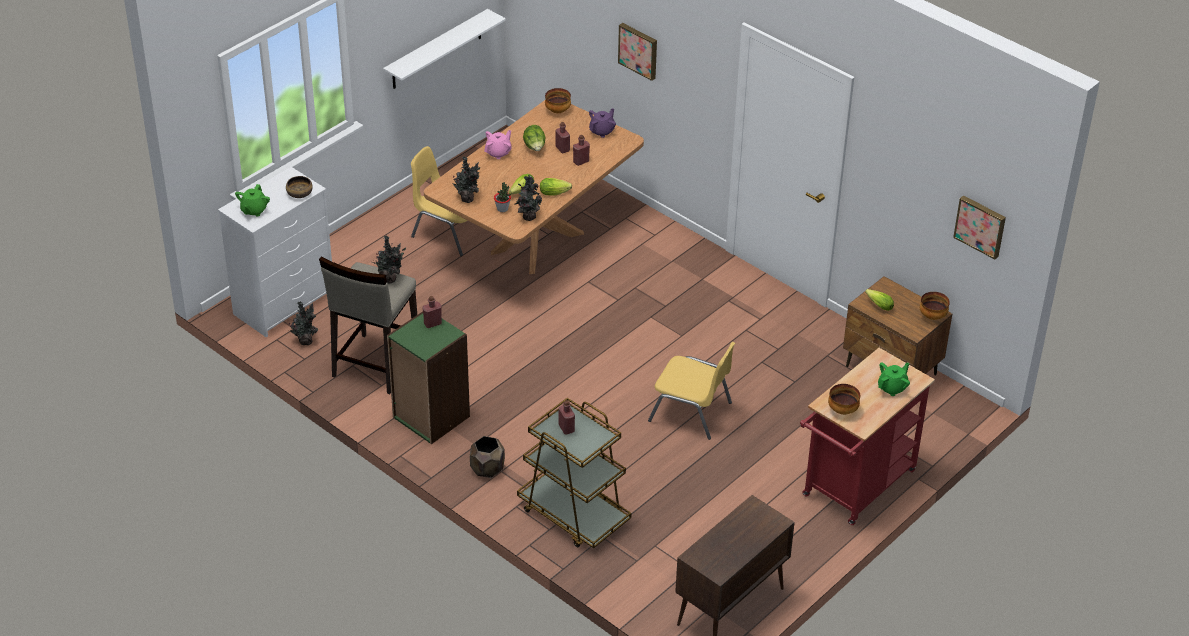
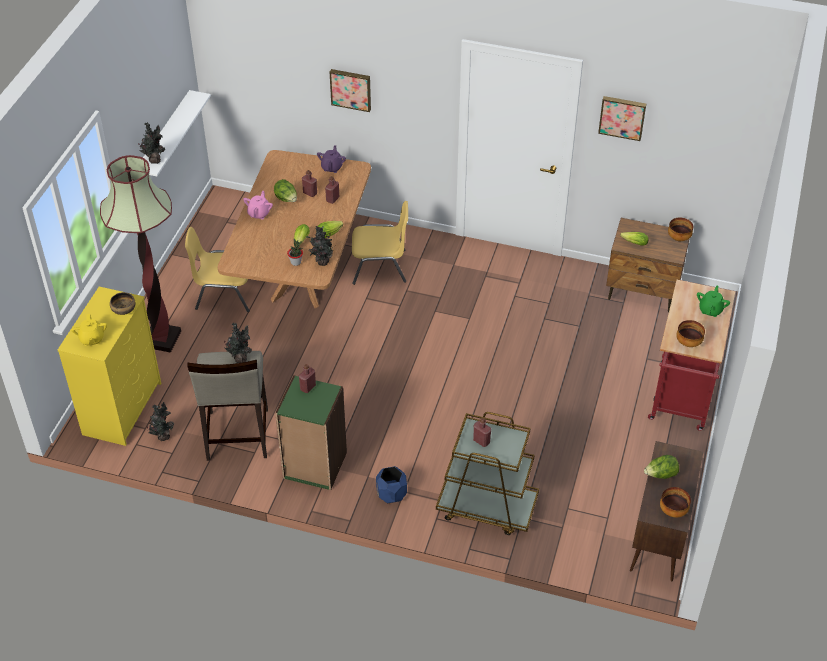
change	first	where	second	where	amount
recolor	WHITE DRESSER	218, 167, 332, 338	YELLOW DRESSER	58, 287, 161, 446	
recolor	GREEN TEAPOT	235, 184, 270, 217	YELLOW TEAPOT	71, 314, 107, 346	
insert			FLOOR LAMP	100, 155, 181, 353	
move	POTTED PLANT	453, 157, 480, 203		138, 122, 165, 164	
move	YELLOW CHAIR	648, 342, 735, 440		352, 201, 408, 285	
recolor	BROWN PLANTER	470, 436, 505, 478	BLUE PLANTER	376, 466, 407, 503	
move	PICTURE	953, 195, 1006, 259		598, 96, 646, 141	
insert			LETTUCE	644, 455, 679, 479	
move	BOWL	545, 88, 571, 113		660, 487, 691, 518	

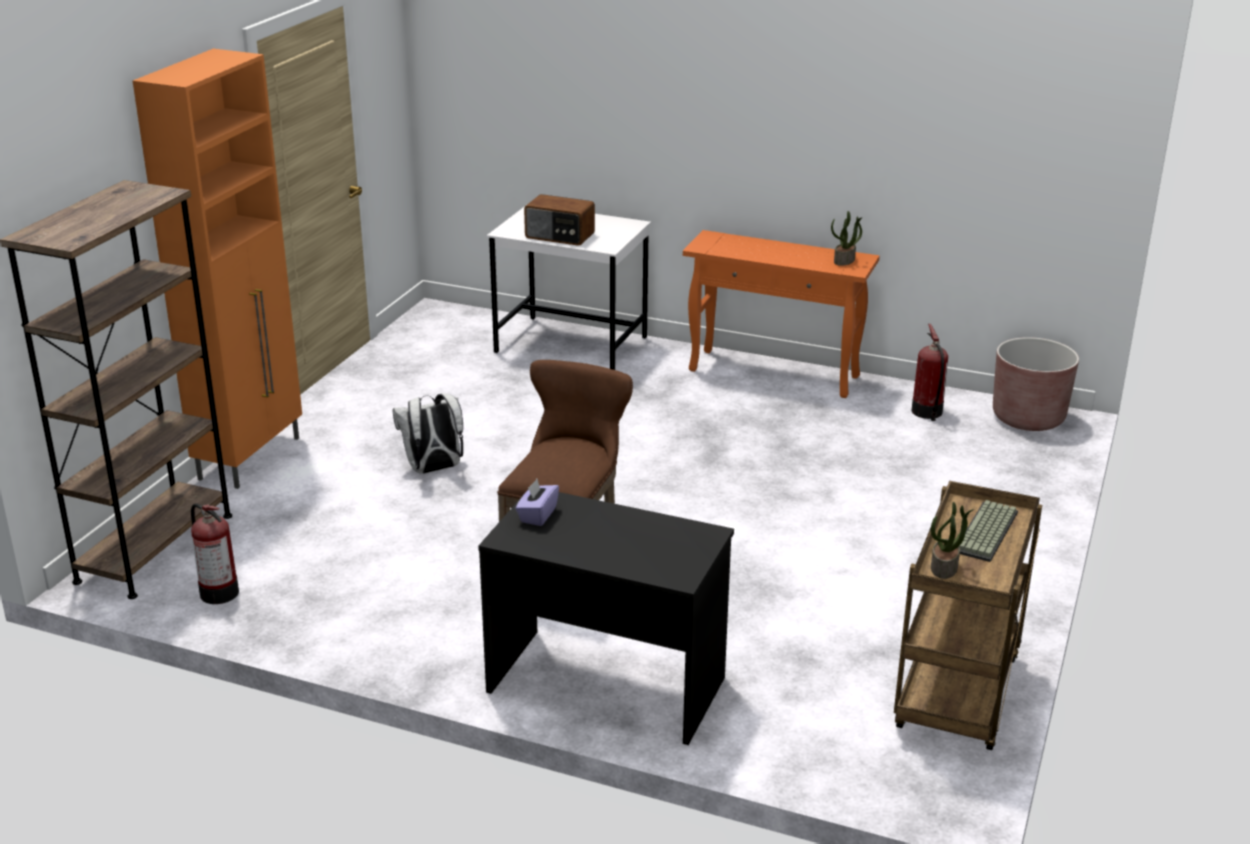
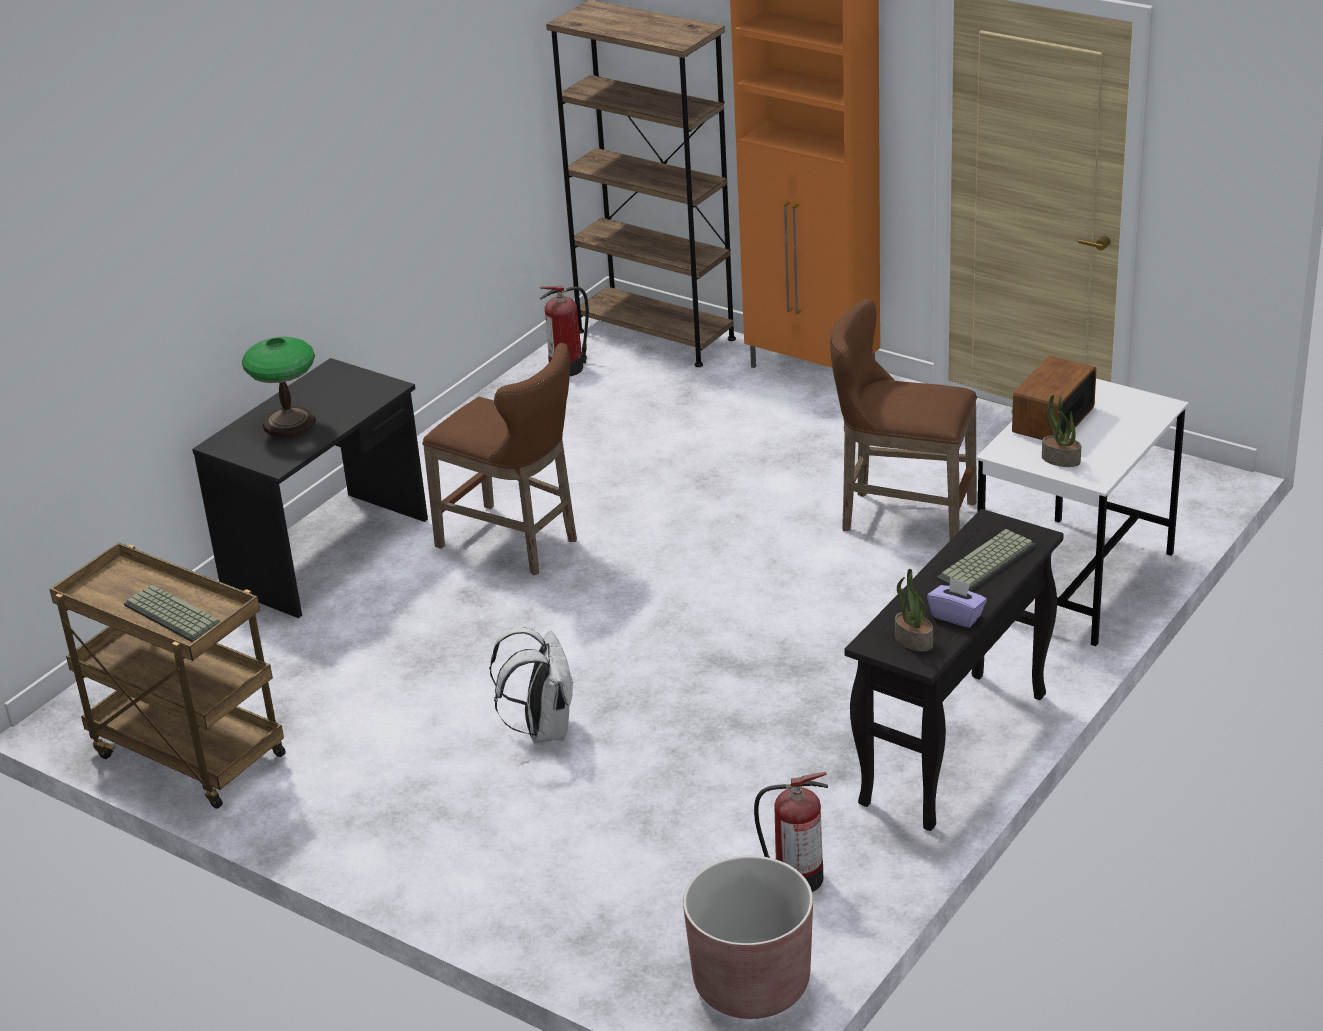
change	first	where	second	where	amount
insert			TABLE LAMP	242, 337, 316, 437	
move	WHITE BACKPACK	392, 393, 463, 474		489, 627, 573, 743	
insert			BROWN STOOL	830, 299, 977, 540	
recolor	ORANGE CONSOLE TABLE	683, 230, 880, 398	BLACK CONSOLE TABLE	845, 509, 1064, 831	
move	PURPLE TISSUE BOX	516, 479, 559, 526		927, 577, 987, 628	
insert			KEYBOARD	937, 529, 1035, 591	
move	POTTED PLANT	931, 502, 974, 579		1042, 395, 1081, 467	

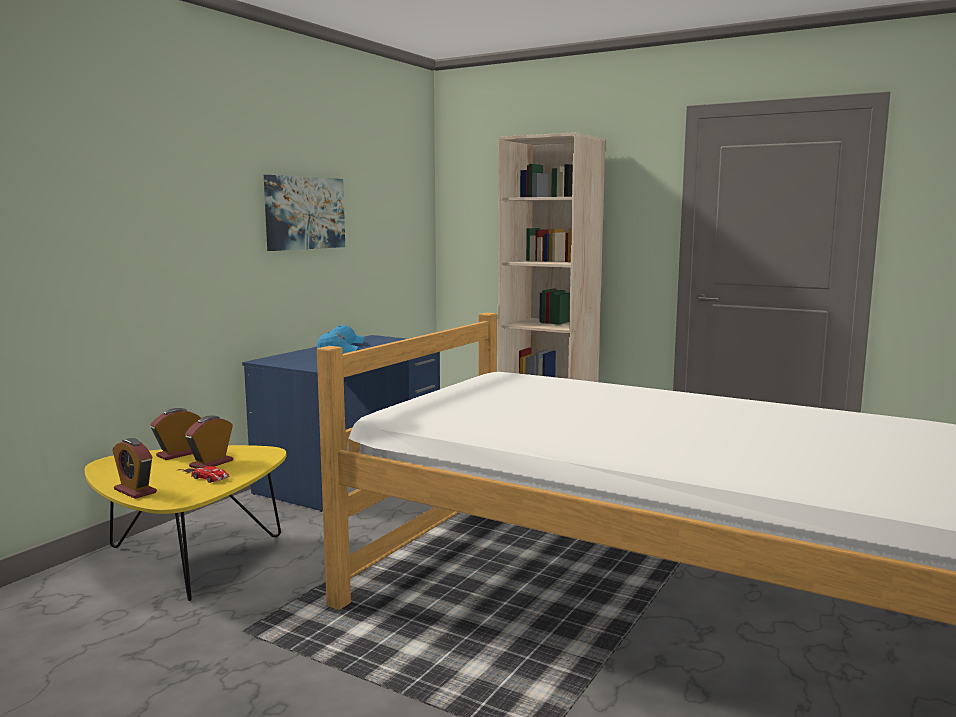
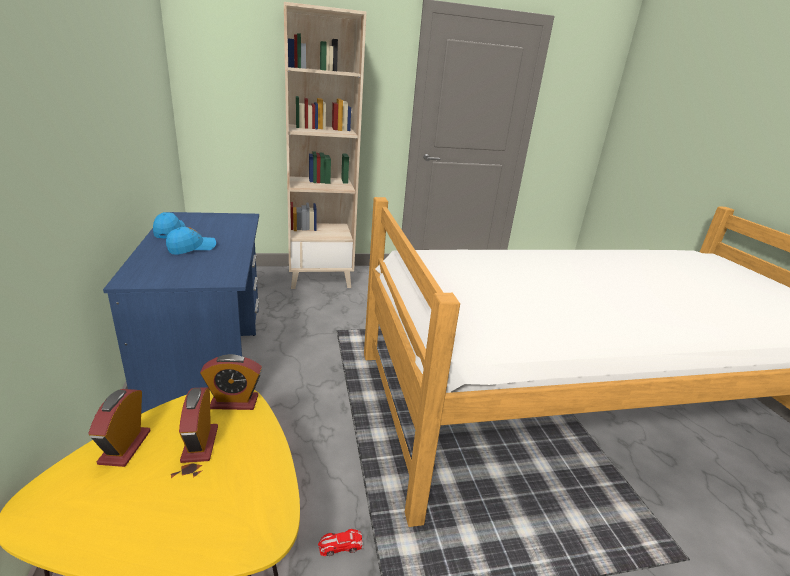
change	first	where	second	where	amount
move	ALARM CLOCK	112, 438, 157, 499		200, 354, 262, 410	
move	TOY CAR	191, 466, 230, 483		318, 529, 363, 556	
delete	PICTURE	264, 175, 345, 251			

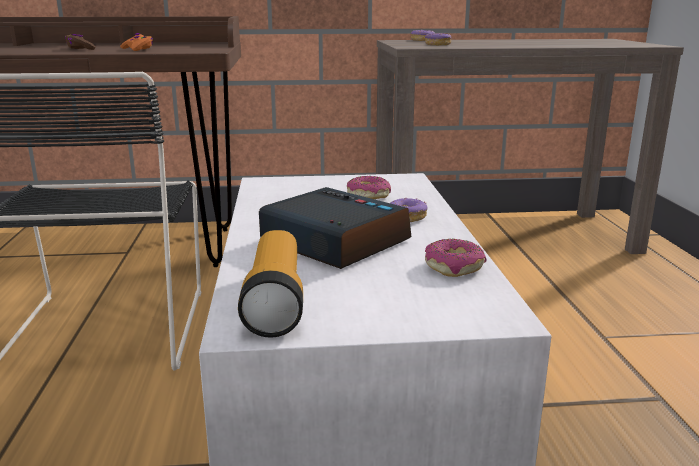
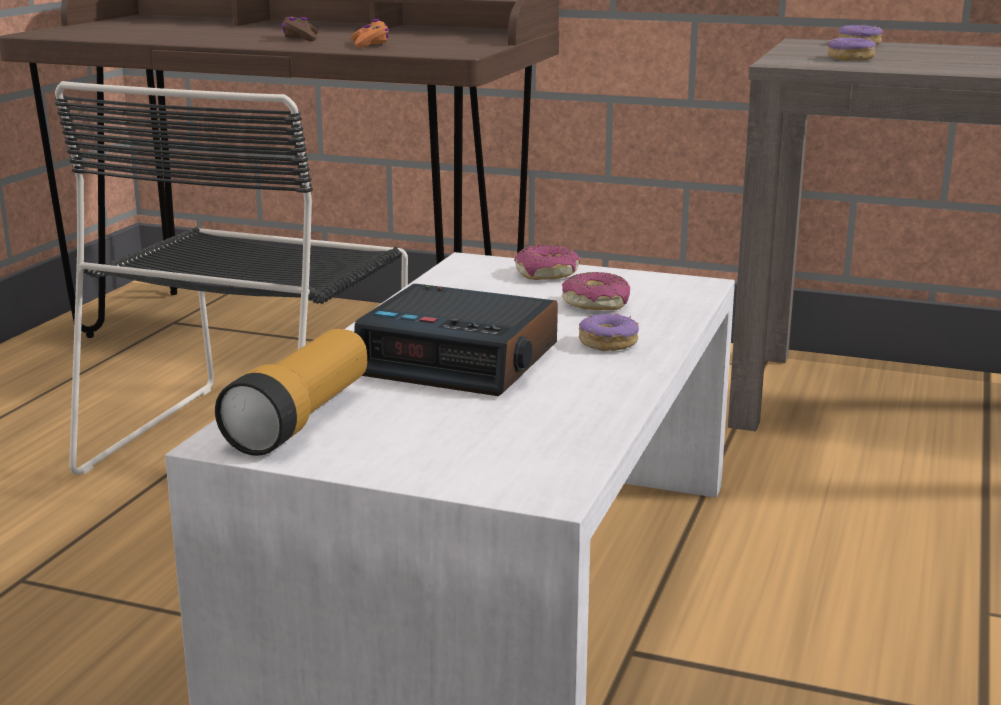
change	first	where	second	where	amount
rotate	ALARM CLOCK	259, 187, 411, 269		354, 284, 558, 396	135 degrees clockwise
move	DONUT	425, 239, 486, 277		514, 245, 580, 280	

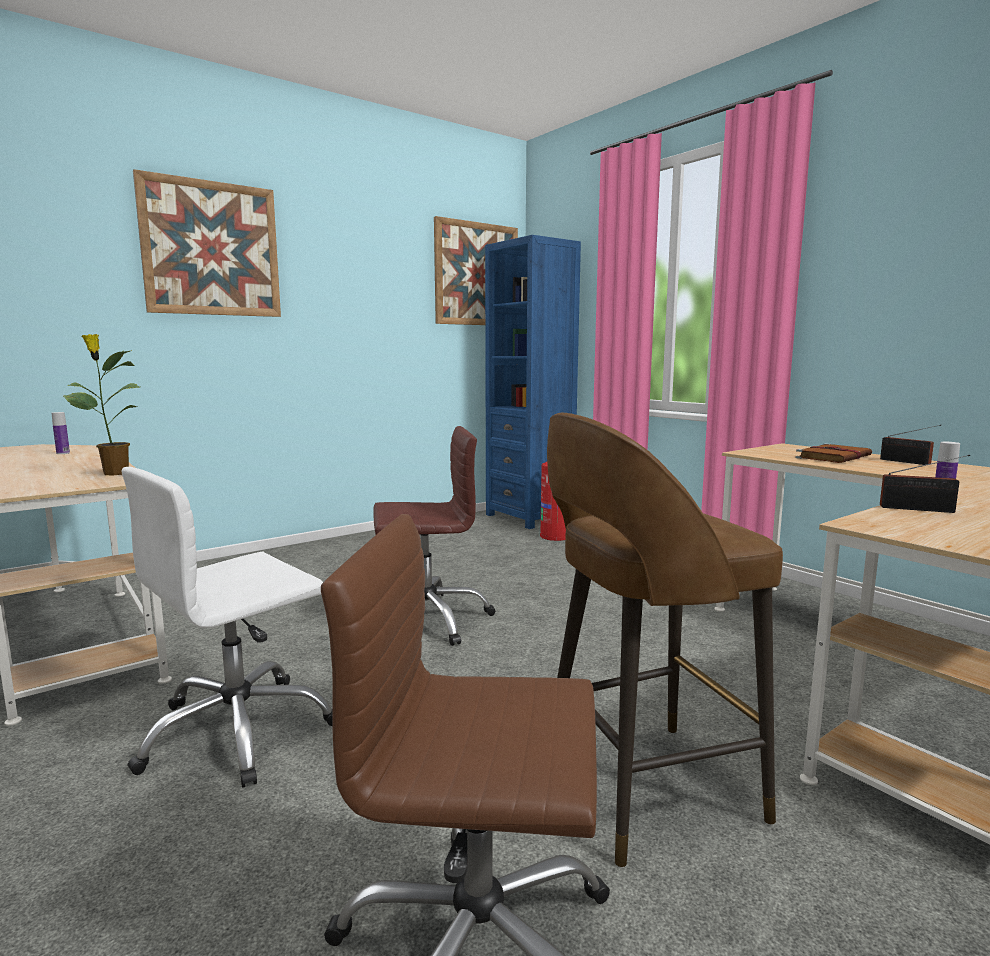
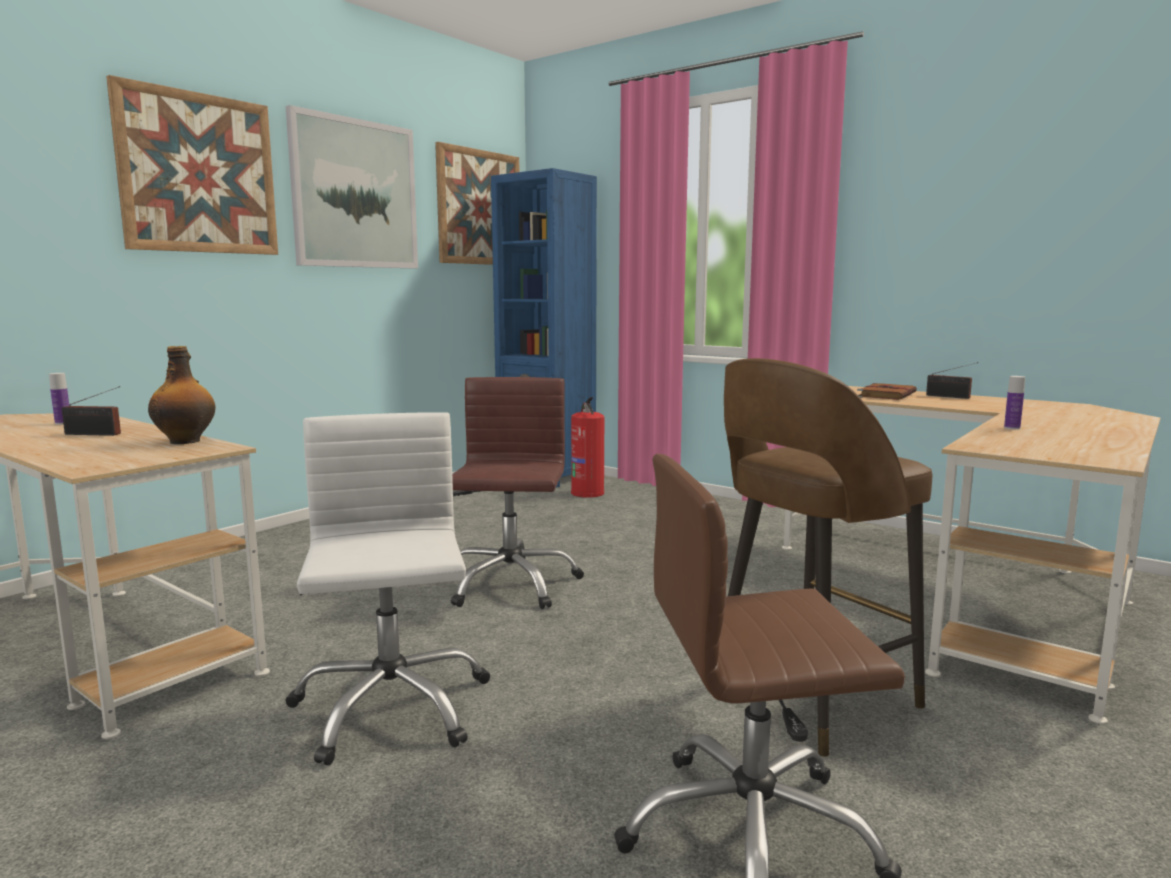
change	first	where	second	where	amount
move	RADIO	880, 455, 970, 513		61, 386, 121, 436	
replace	POTTED PLANT	64, 334, 140, 475	BOTTLE	148, 346, 216, 444	
rotate	WHITE OFFICE CHAIR	121, 467, 333, 788		285, 412, 490, 766	135 degrees clockwise
insert			PICTURE	286, 105, 418, 268	
rotate	BROWN OFFICE CHAIR	373, 426, 495, 646		451, 377, 584, 609	60 degrees counterclockwise

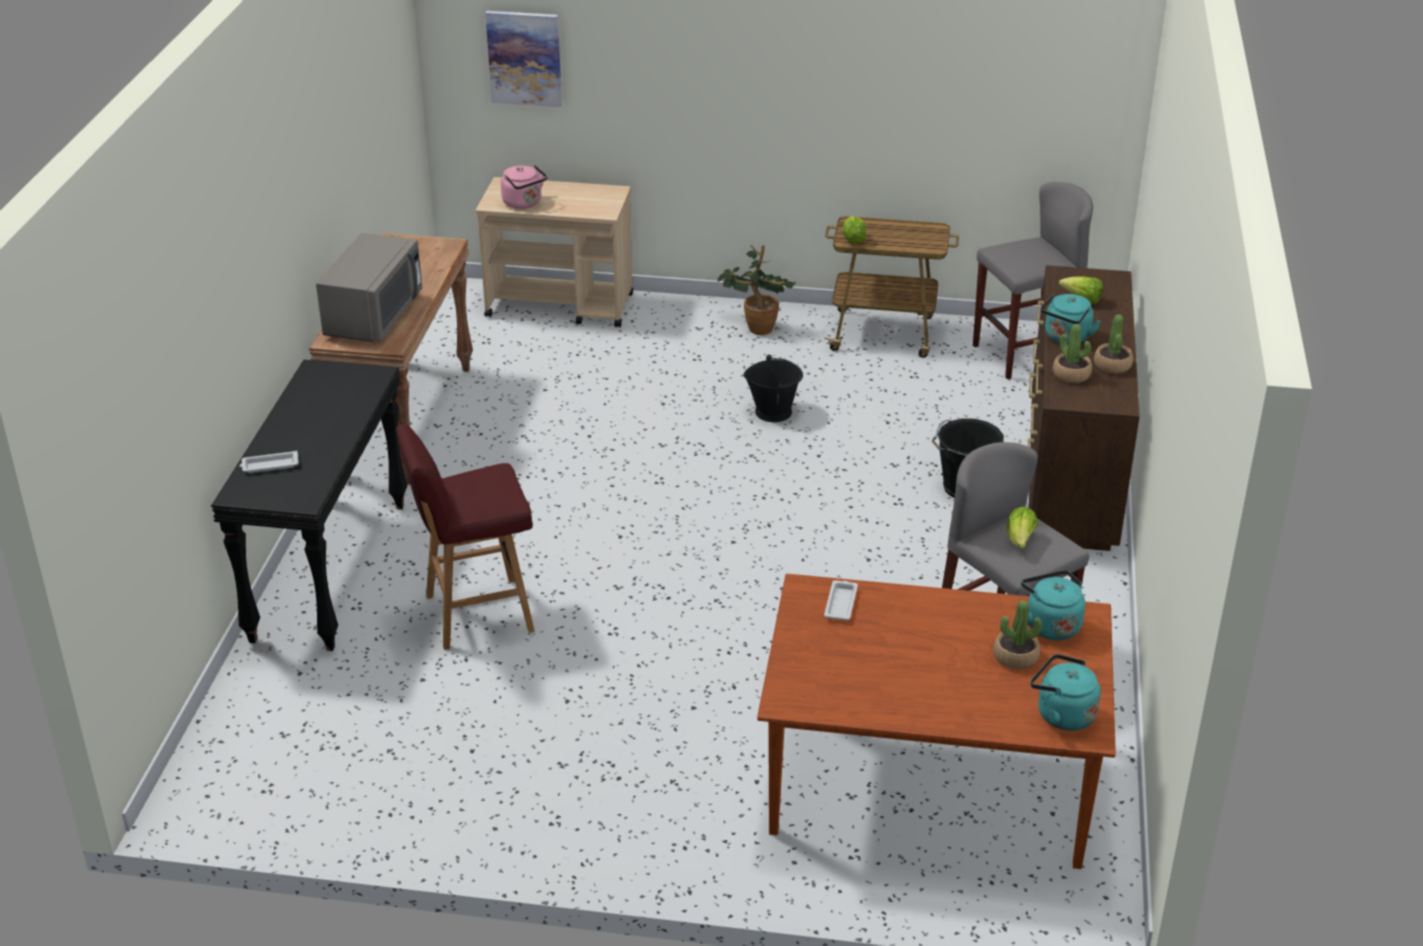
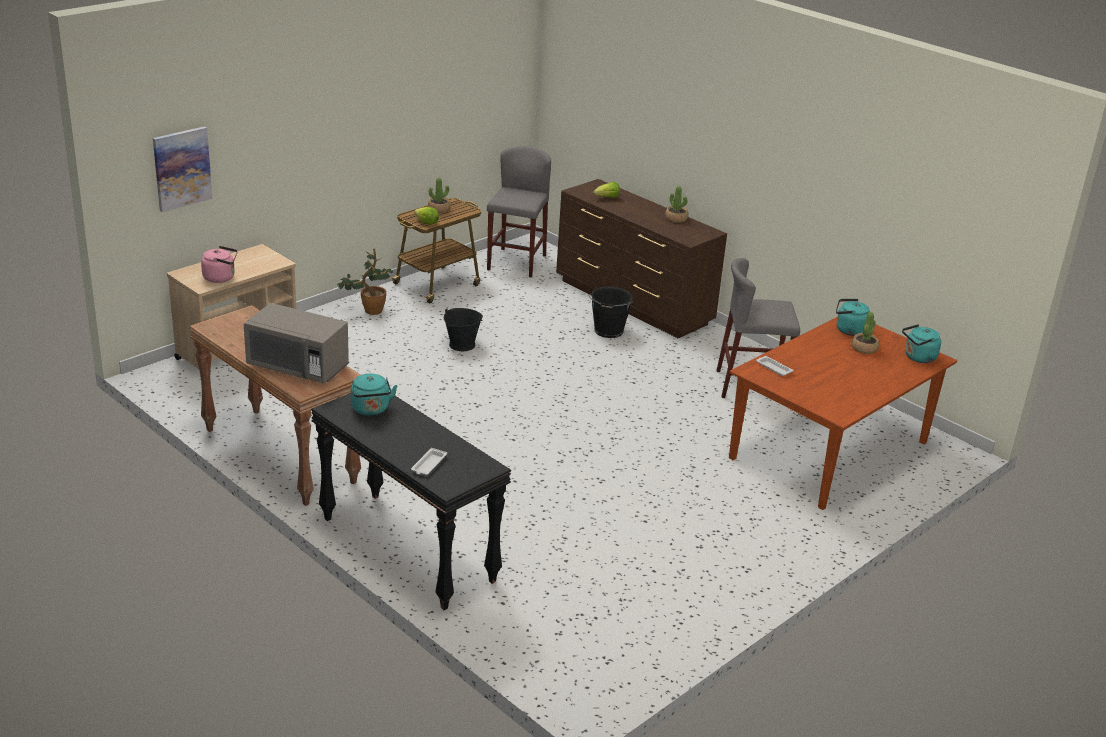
change	first	where	second	where	amount
rotate	GREY MICROWAVE	316, 233, 422, 342		244, 303, 349, 384	150 degrees clockwise
move	TURQUOISE KETTLE	1040, 294, 1101, 344		351, 373, 397, 416	
move	POTTED PLANT	1053, 324, 1092, 383		428, 178, 451, 213	
delete	RED STOOL	396, 424, 535, 650			
delete	LETTUCE	1007, 507, 1038, 549			

